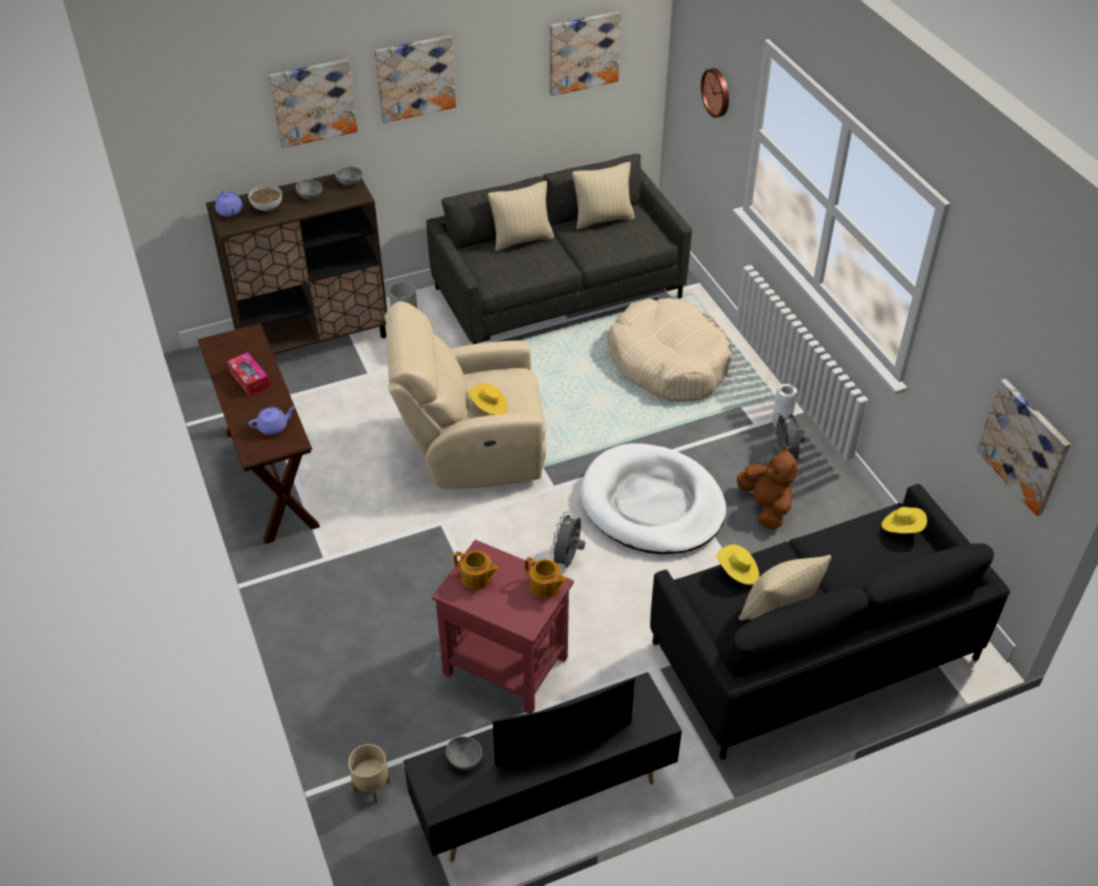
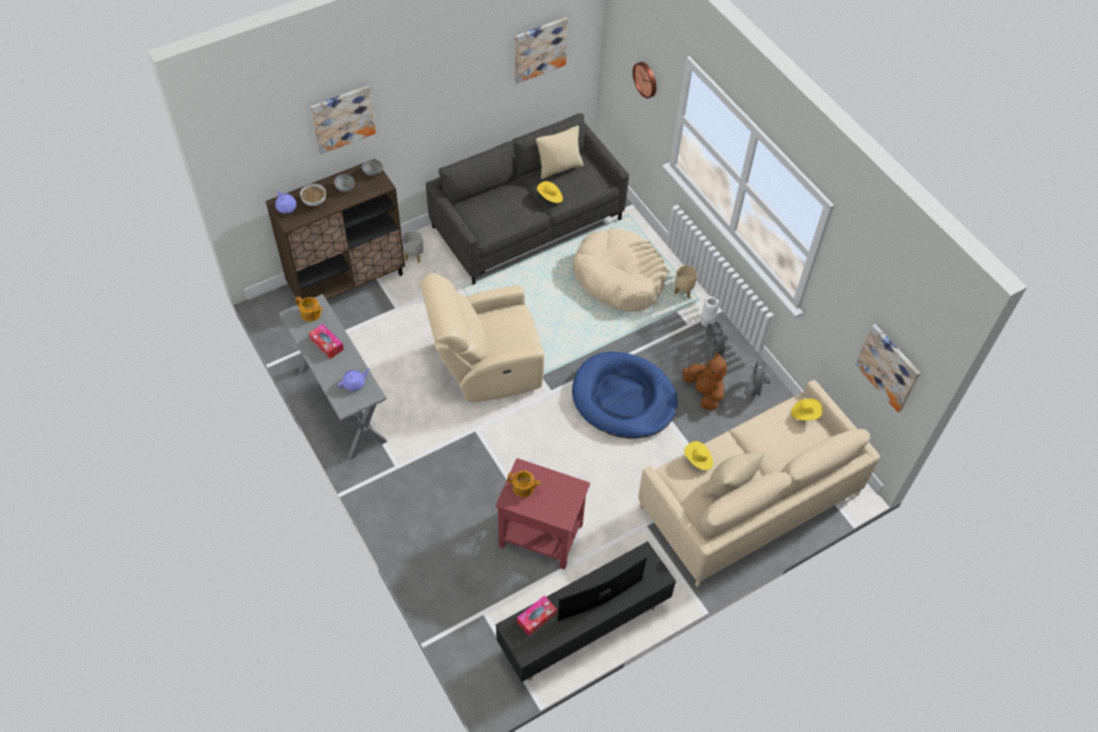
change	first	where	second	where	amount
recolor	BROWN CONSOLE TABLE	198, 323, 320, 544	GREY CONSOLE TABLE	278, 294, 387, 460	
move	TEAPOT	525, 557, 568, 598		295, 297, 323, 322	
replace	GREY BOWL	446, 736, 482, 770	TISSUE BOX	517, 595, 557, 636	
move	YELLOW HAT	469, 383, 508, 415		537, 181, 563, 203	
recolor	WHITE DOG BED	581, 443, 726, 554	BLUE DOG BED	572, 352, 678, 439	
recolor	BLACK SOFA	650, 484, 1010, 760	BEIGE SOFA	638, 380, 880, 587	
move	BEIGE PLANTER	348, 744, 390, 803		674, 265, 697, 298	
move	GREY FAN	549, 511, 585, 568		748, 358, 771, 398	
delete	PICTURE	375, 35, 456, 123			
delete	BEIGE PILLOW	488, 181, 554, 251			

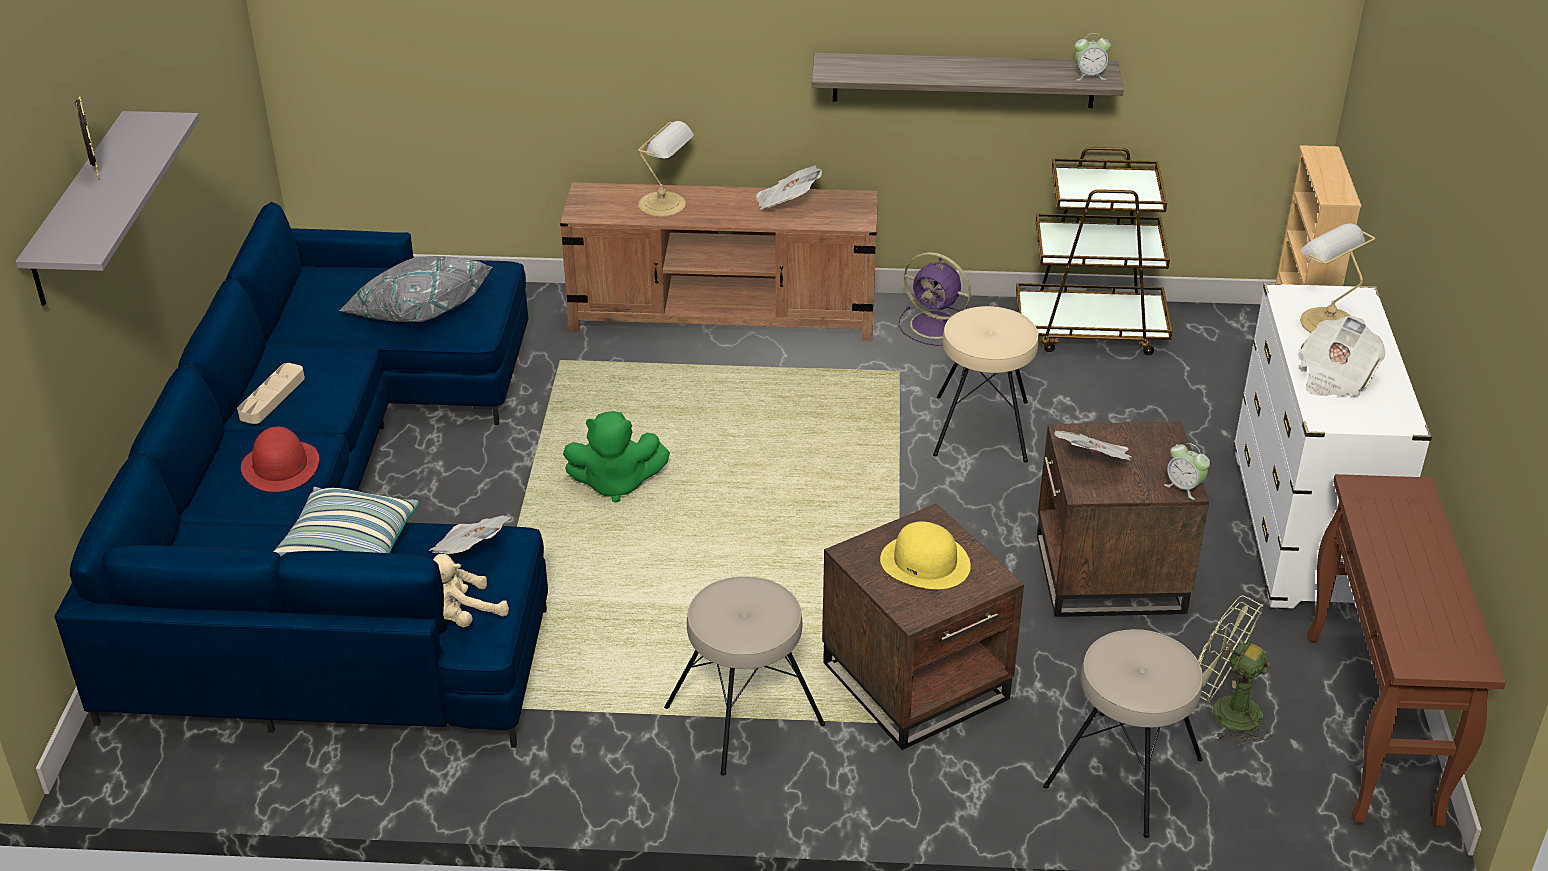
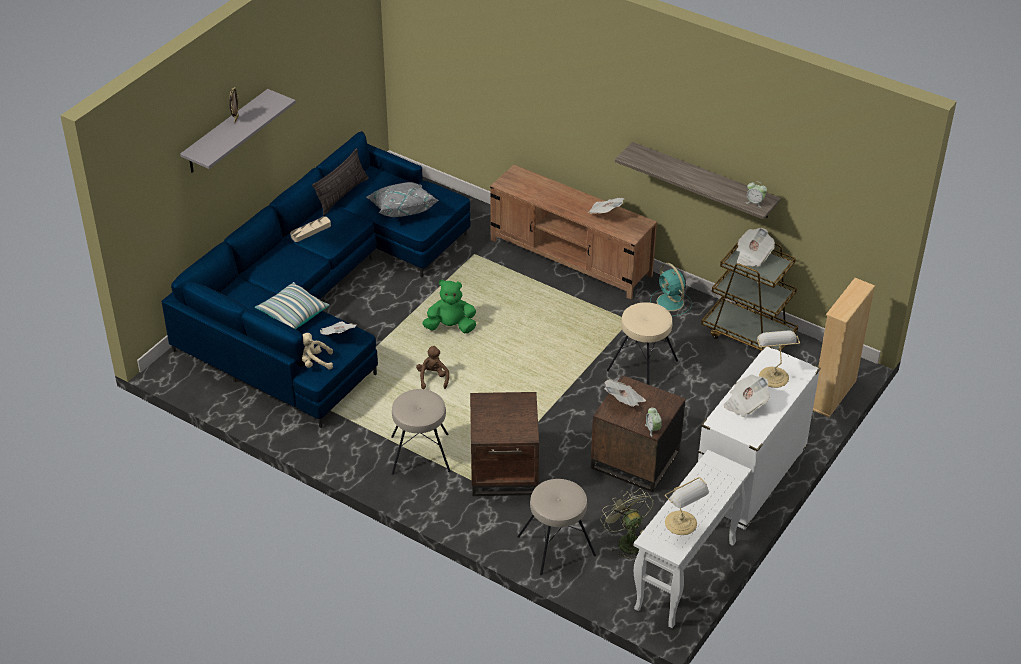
change	first	where	second	where	amount
insert			PILLOW	312, 148, 369, 216	
insert			BROWN PLUSH TOY	416, 346, 449, 389	
rotate	GREEN PLUSH TOY	563, 411, 670, 502		422, 279, 476, 334	150 degrees clockwise
recolor	BROWN CONSOLE TABLE	1307, 474, 1506, 827	WHITE CONSOLE TABLE	633, 450, 751, 628	
recolor	PURPLE FAN	899, 252, 971, 346	TURQUOISE FAN	650, 263, 692, 316	
move	TABLE LAMP	638, 121, 694, 217		665, 477, 709, 535	
insert			NEWSPAPER	736, 228, 775, 267	
delete	RED HAT	241, 426, 319, 492			
delete	YELLOW HAT	880, 522, 971, 589			

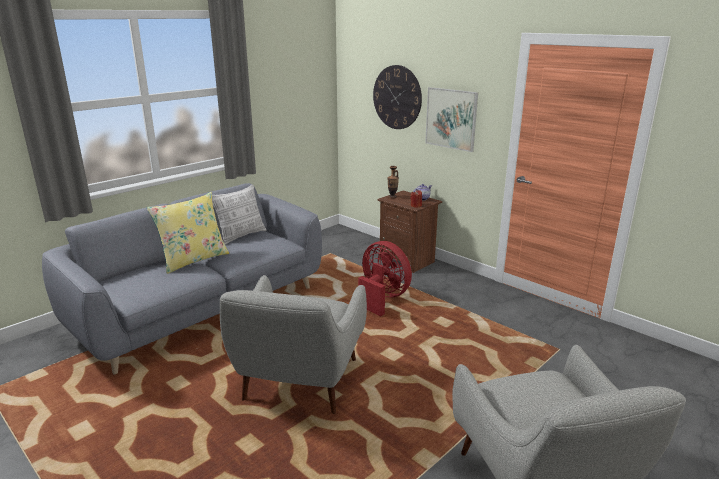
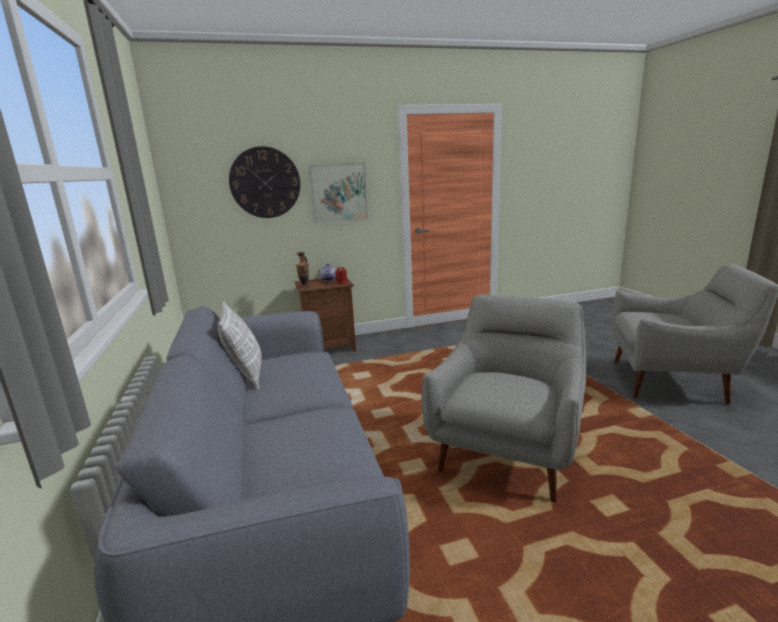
change	first	where	second	where	amount
rotate	GREY ARMCHAIR	220, 275, 367, 414		421, 294, 586, 502	105 degrees counterclockwise
delete	YELLOW PILLOW	147, 192, 229, 274			
delete	RED FAN	358, 241, 412, 316			

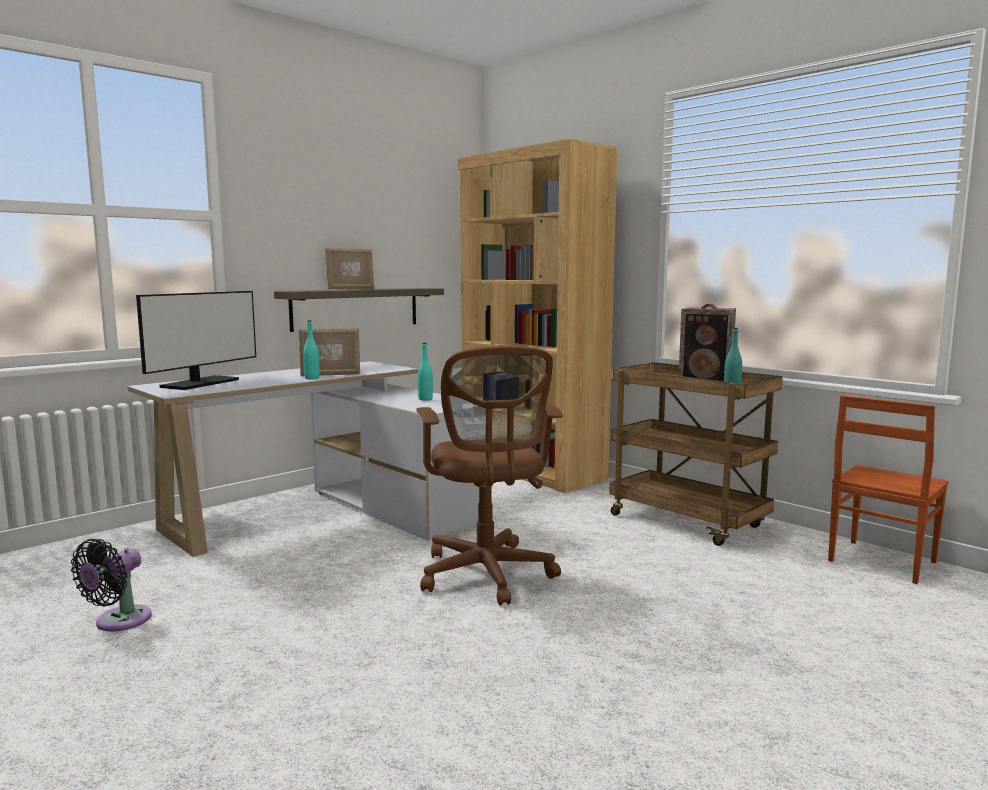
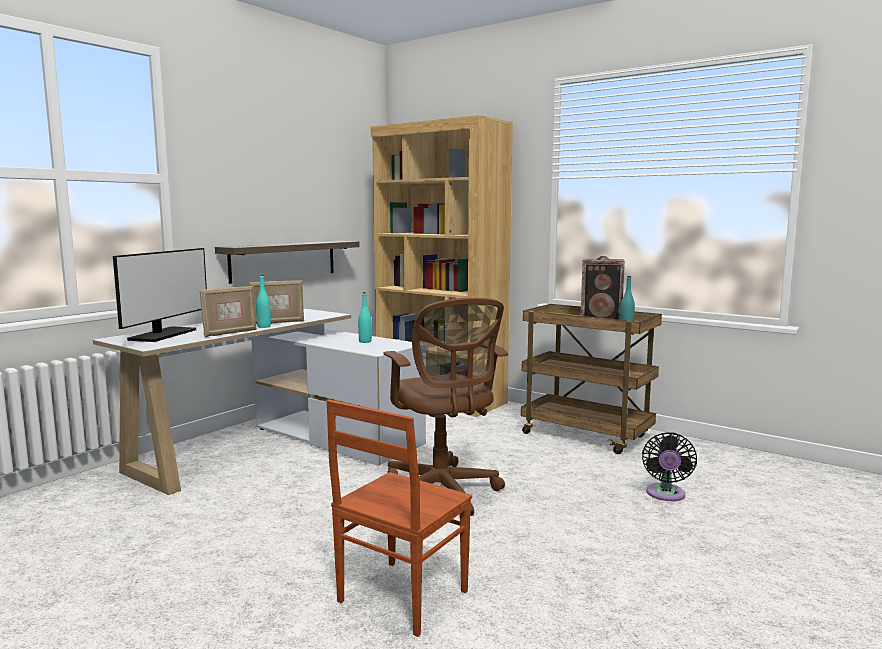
change	first	where	second	where	amount
move	PICTURE FRAME	325, 248, 374, 290		200, 286, 257, 337	
move	BROWN CHAIR	828, 395, 949, 584		326, 400, 472, 637	
move	BLACK FAN	71, 539, 152, 632		642, 432, 697, 501	

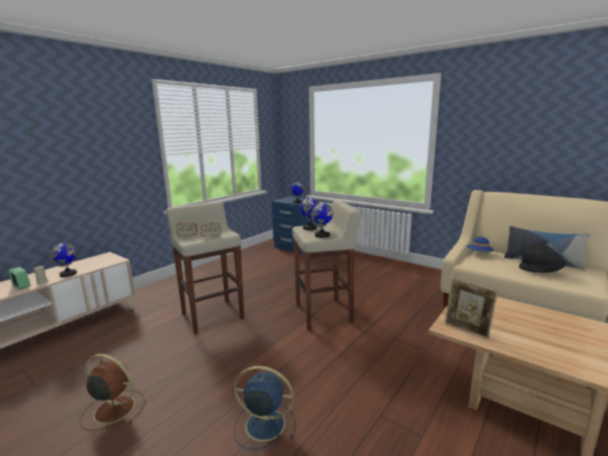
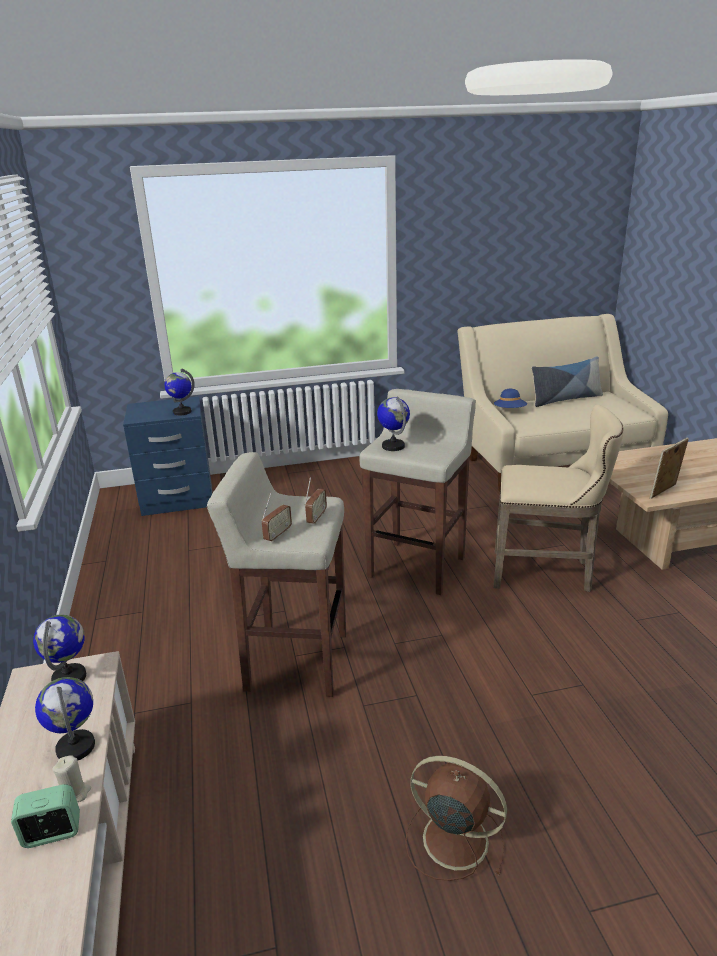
change	first	where	second	where	amount
move	GLOBE	312, 201, 333, 238		33, 614, 86, 681	
rotate	BROWN FAN	80, 354, 145, 431		405, 756, 507, 881	60 degrees clockwise
insert			BEIGE STOOL	494, 405, 623, 592	
rotate	PICTURE FRAME	445, 278, 498, 339		650, 438, 689, 499	150 degrees clockwise
delete	BLUE FAN	234, 366, 295, 450			
delete	BLACK HAT	519, 242, 566, 273			

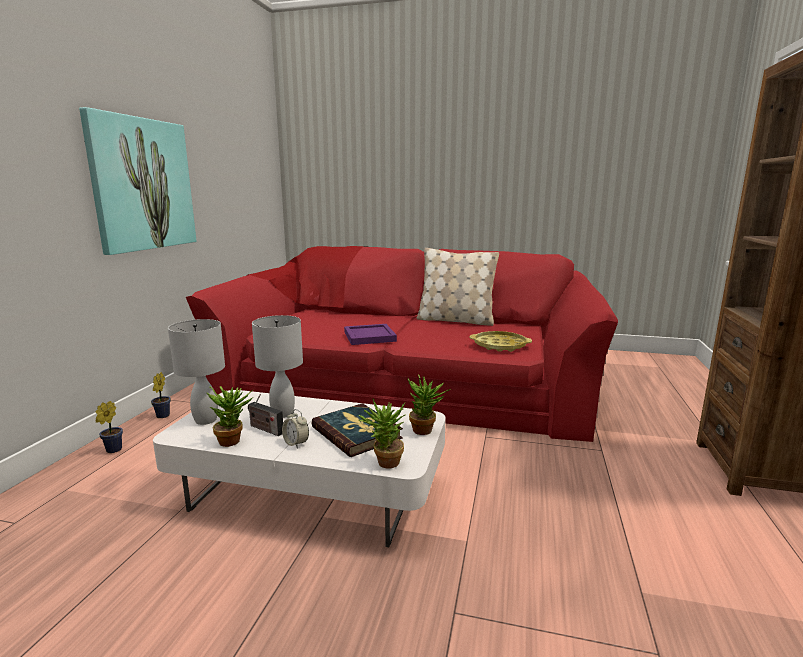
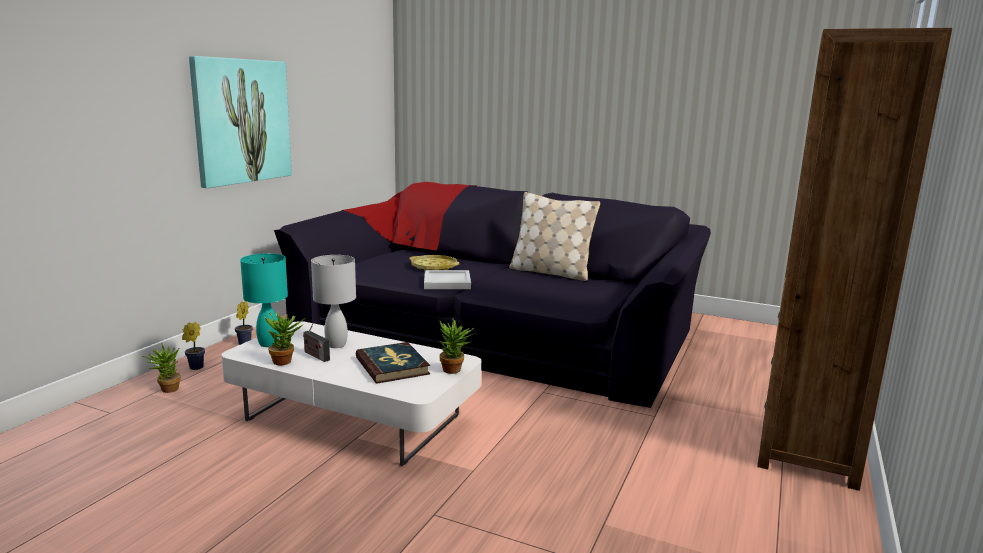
change	first	where	second	where	amount
move	POTTED PLANT	359, 399, 405, 468		142, 343, 181, 393	
recolor	WHITE TABLE LAMP	168, 319, 225, 425	TURQUOISE TABLE LAMP	240, 253, 288, 347	
recolor	RED SOFA	186, 246, 618, 442	BLACK SOFA	274, 182, 711, 408	
move	YELLOW TRAY	470, 331, 532, 352		409, 255, 459, 270	
recolor	PURPLE TRAY	344, 324, 397, 345	WHITE TRAY	424, 270, 471, 289	
delete	ALARM CLOCK	282, 409, 309, 449			

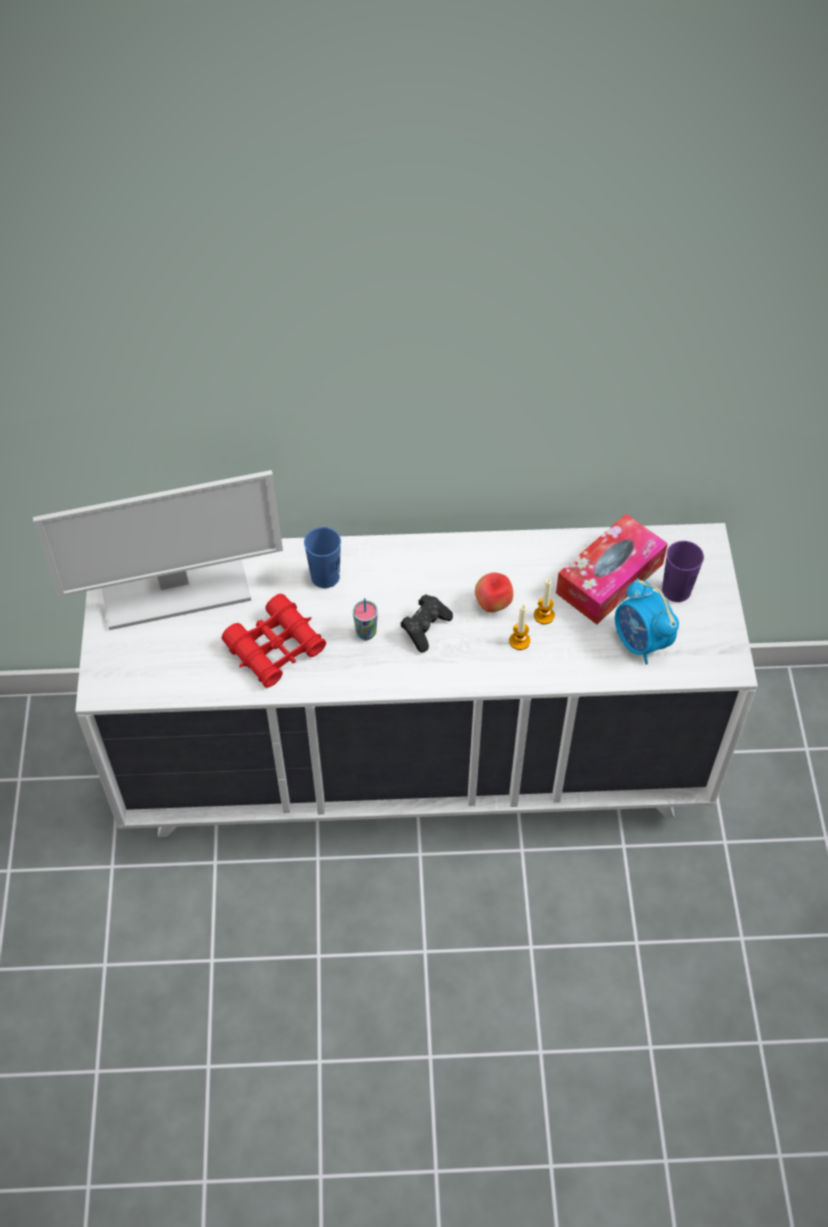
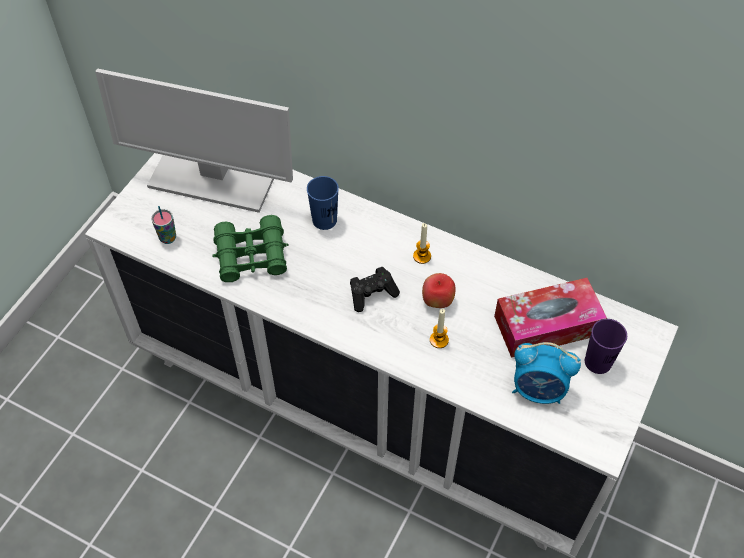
change	first	where	second	where	amount
move	CUP	353, 598, 378, 640		151, 206, 176, 244	
recolor	RED BINOCULARS	222, 594, 326, 688	GREEN BINOCULARS	212, 215, 289, 282	
move	CANDLE	534, 579, 555, 624		413, 223, 431, 264	
rotate	ALARM CLOCK	615, 578, 679, 665		512, 342, 581, 404	75 degrees counterclockwise

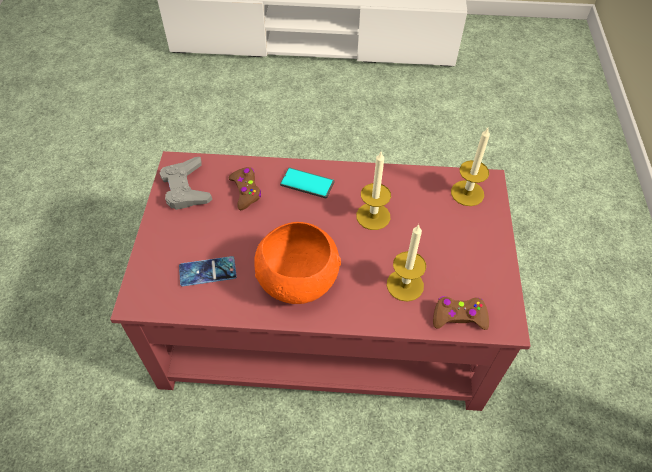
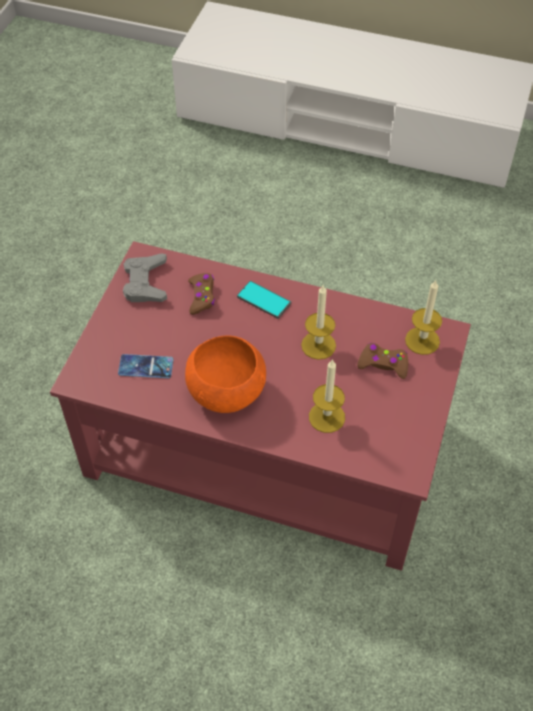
change	first	where	second	where	amount
move	BROWN GAME CONTROLLER	433, 296, 489, 330		357, 343, 408, 379	

